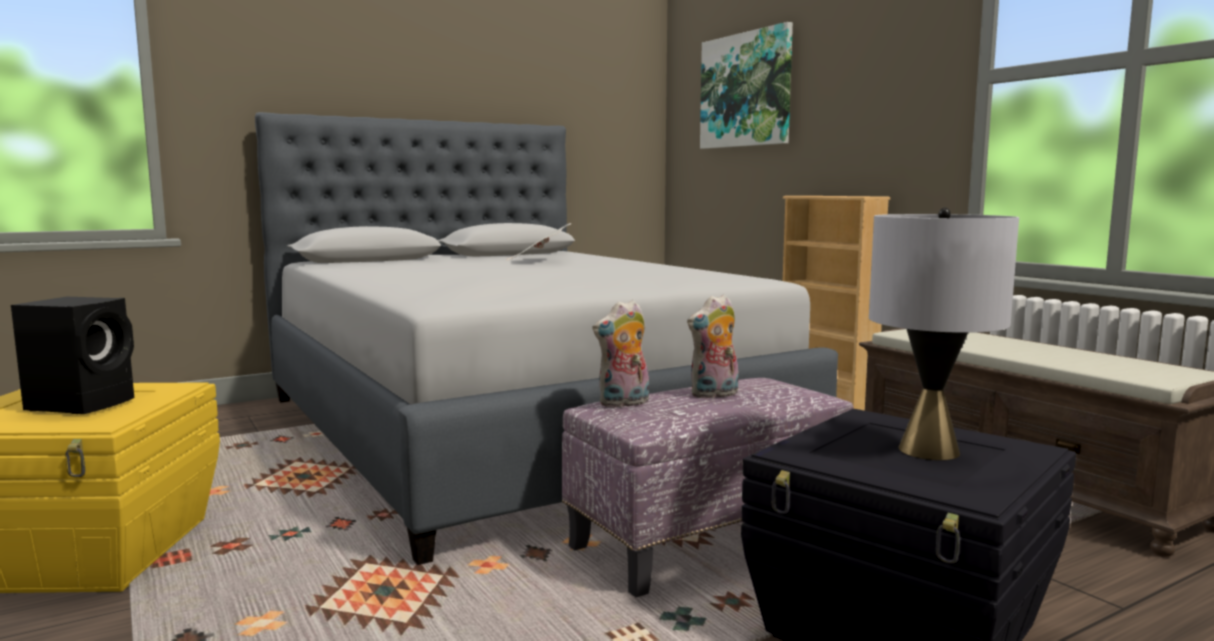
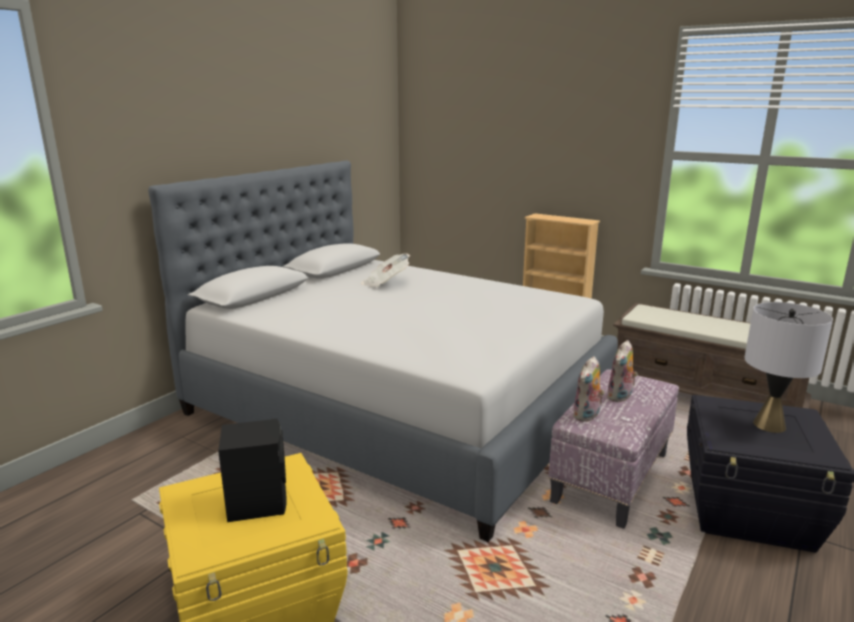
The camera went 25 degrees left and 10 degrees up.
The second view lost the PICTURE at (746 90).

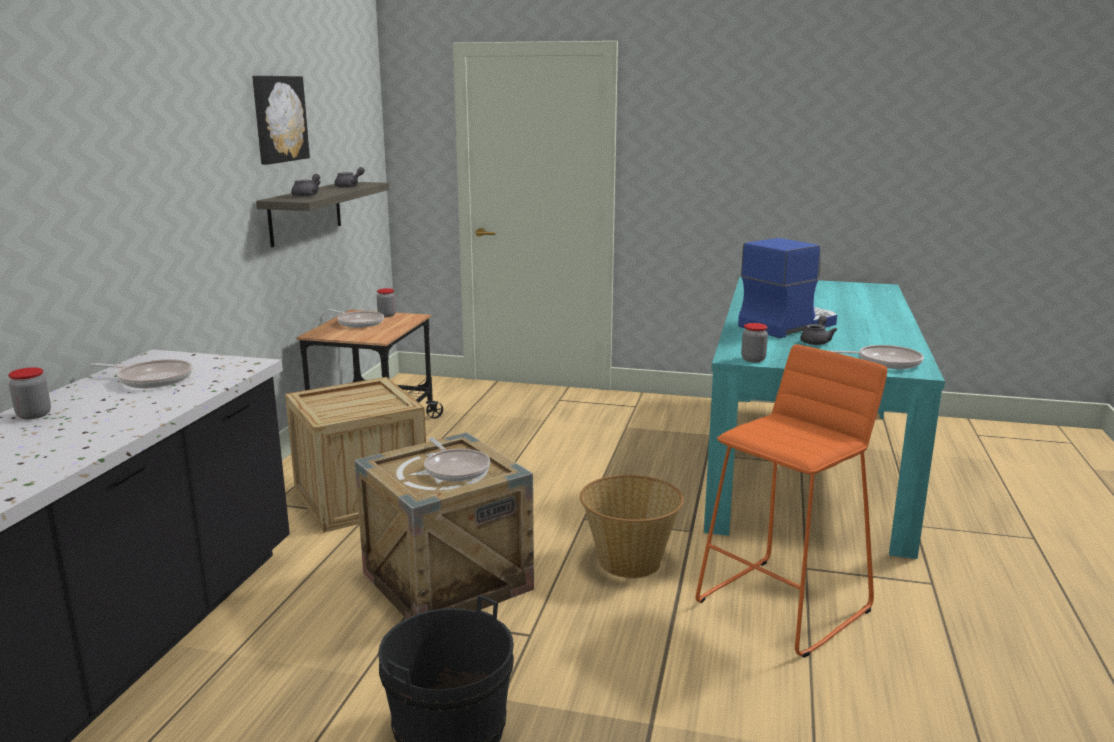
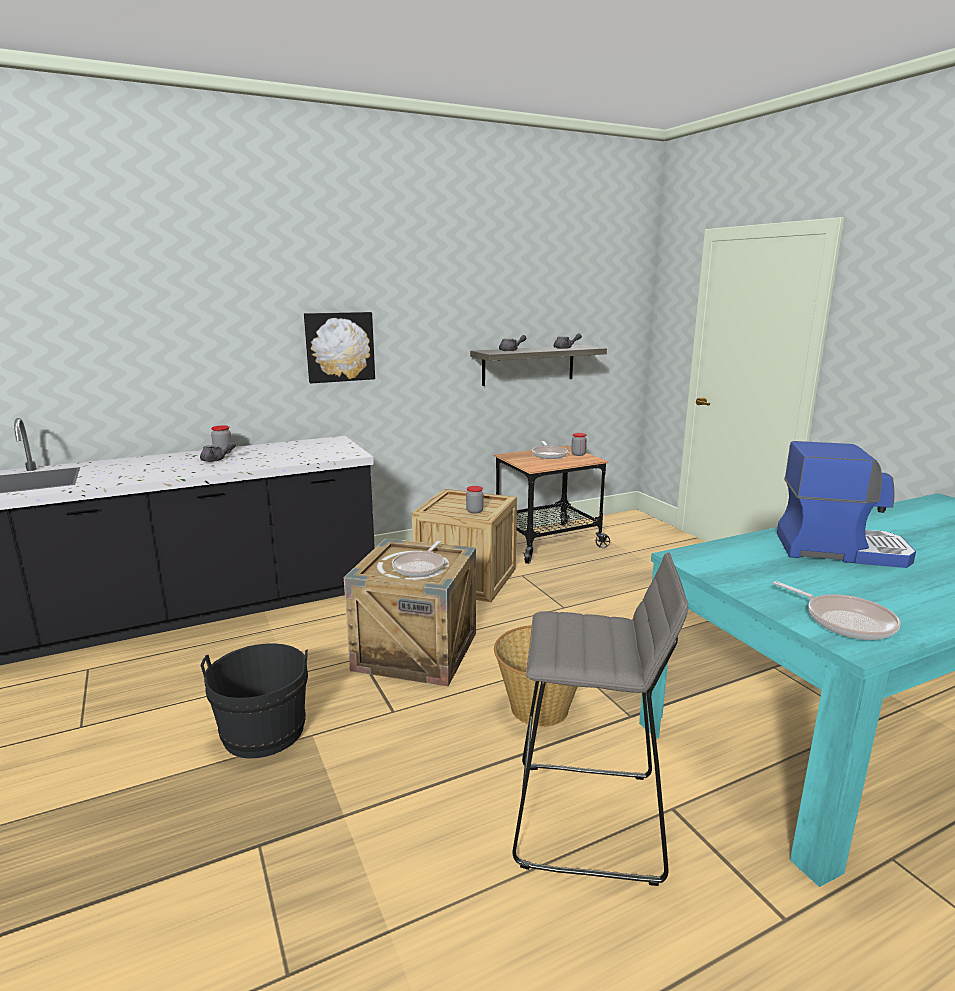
The camera went 50 degrees right and 0 degrees up.
The PICTURE ended up elsewhere, having gone from (278 119) to (339 347).
The GREY TEAPOT ended up elsewhere, having gone from (816 341) to (216 460).
The JAR ended up elsewhere, having gone from (753 359) to (474 511).
What was the ORANGE STOOL at (784 606) turned into the GREY STOOL at (588 820).
The second view lost the FRYING PAN at (152 379).

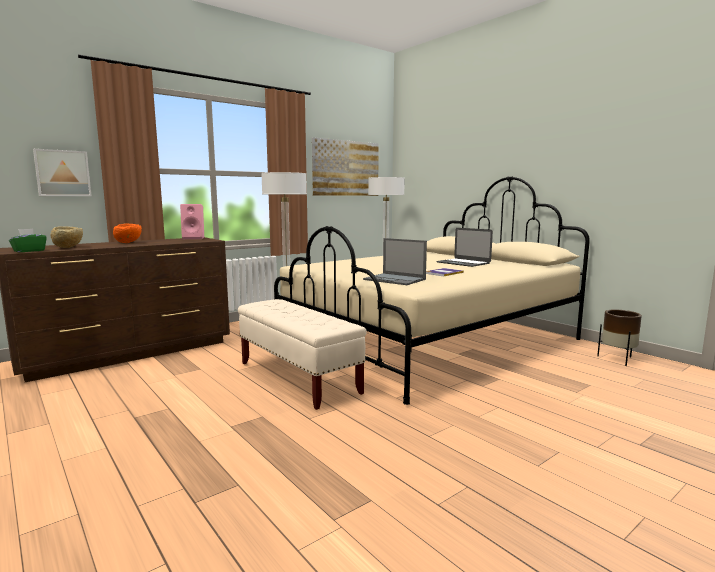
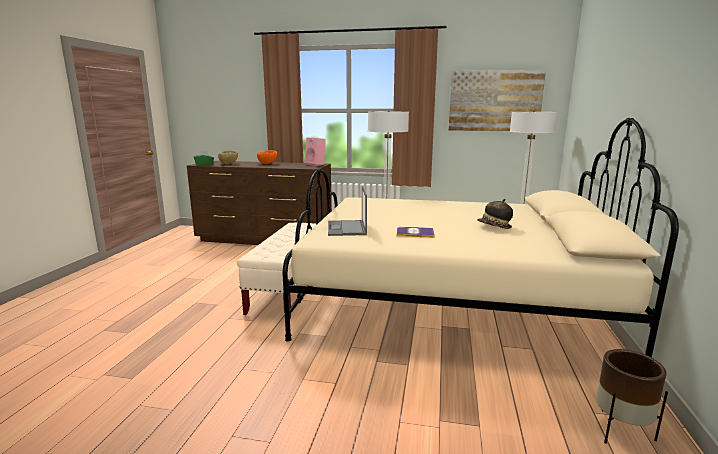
The camera went 50 degrees right and 5 degrees up.
The second view lost the PICTURE at (62 173).
Where the LAPTOP stood at (463 263), the HAT came to stand at (494 227).

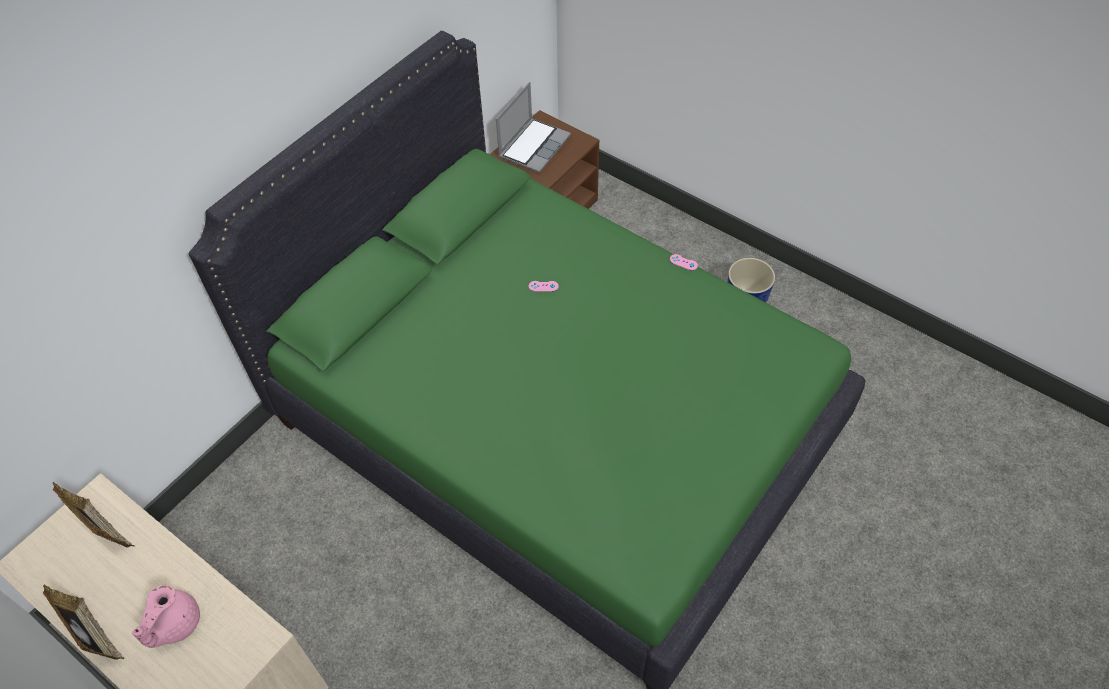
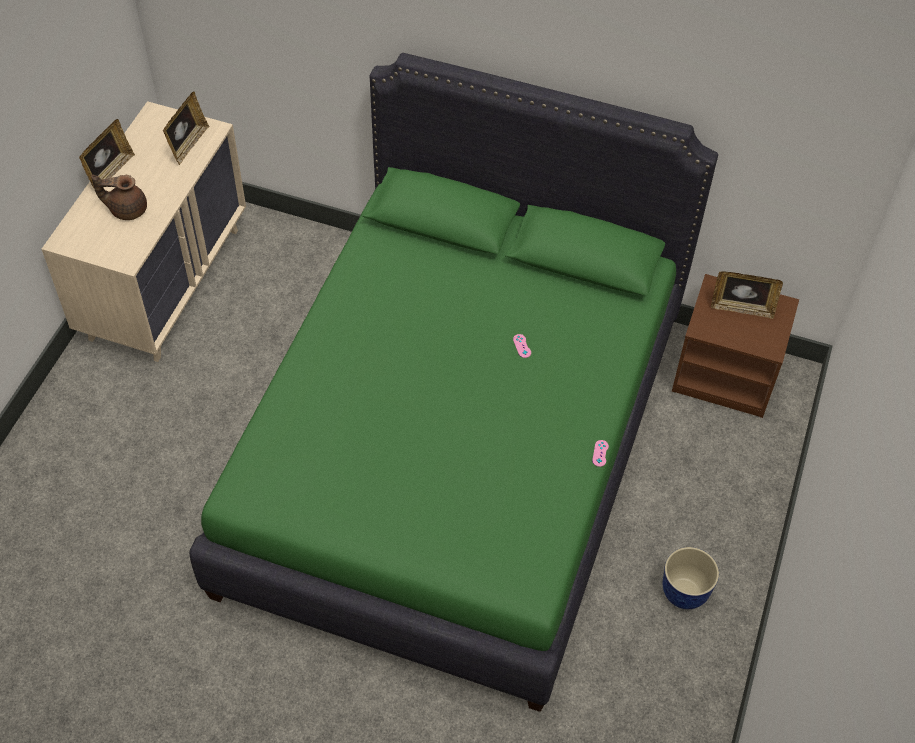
The camera went 70 degrees right and 0 degrees up.
Where the LAPTOP stood at (534 146), the PICTURE FRAME came to stand at (742 308).
What was the PINK TEAPOT at (175 624) turned into the BROWN TEAPOT at (127 209).

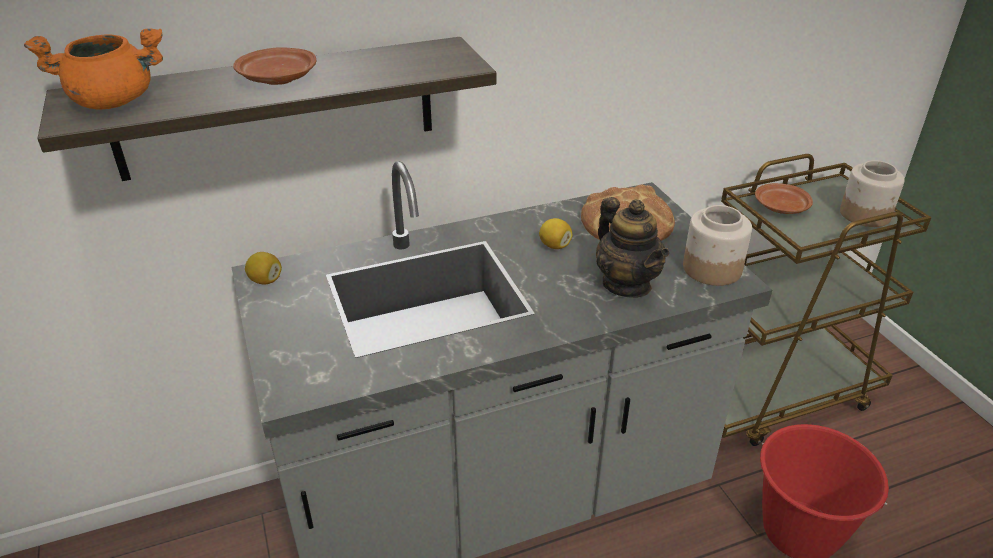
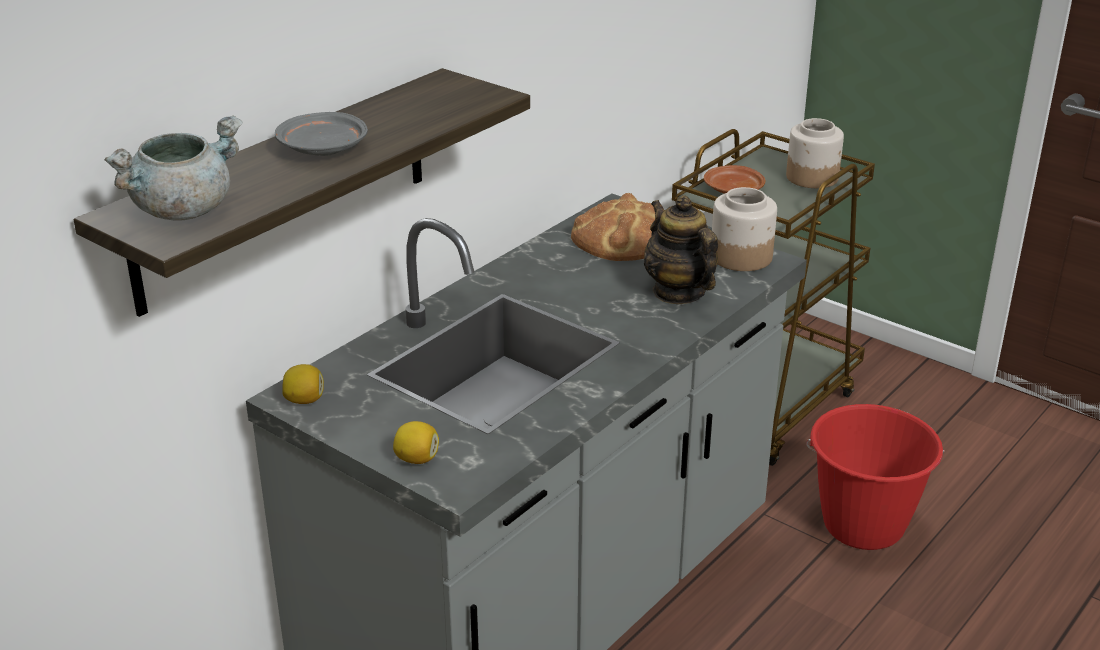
The camera went 30 degrees left and 5 degrees down.
What was the ORANGE COOKING POT at (114 101) turned into the GREY COOKING POT at (183 210).
What was the BROWN PLATE at (277 78) turned into the GREY PLATE at (322 149).
The TEAPOT at (627 284) ended up facing another way, 150 degrees counterclockwise from before.
The LEMON ended up elsewhere, having gone from (554 245) to (417 459).

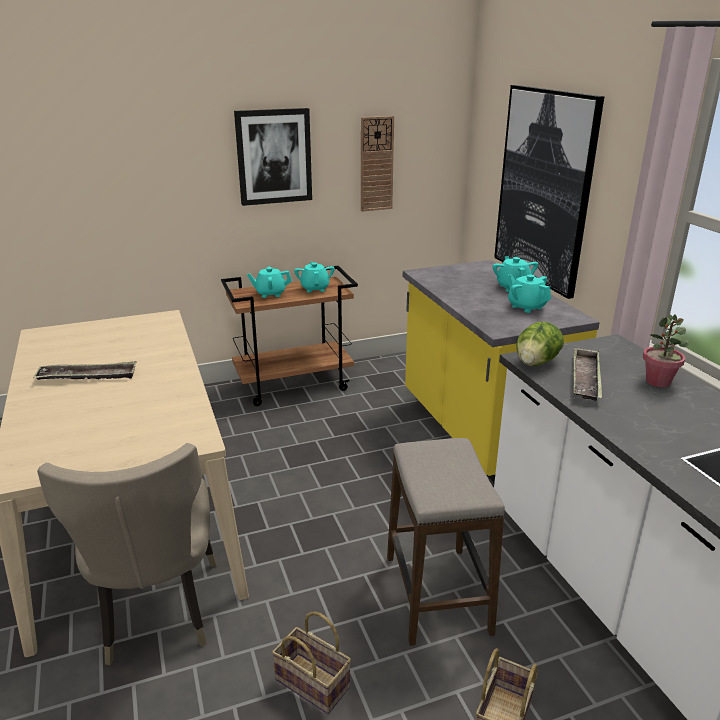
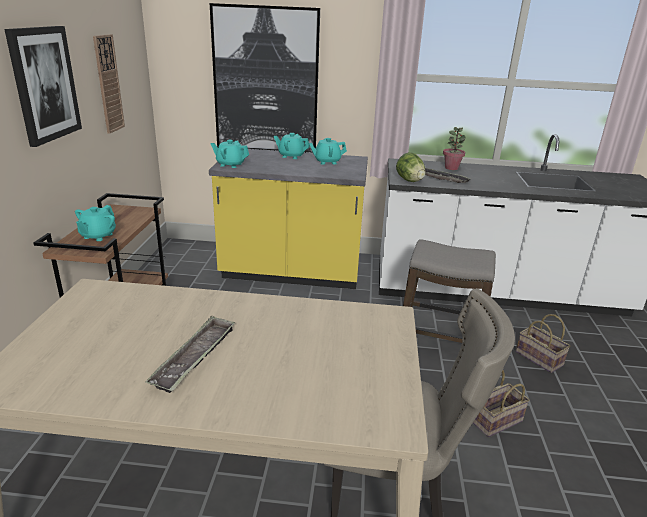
The camera went 65 degrees left and 0 degrees up.
The TURQUOISE TEAPOT ended up elsewhere, having gone from (315 288) to (230 164).

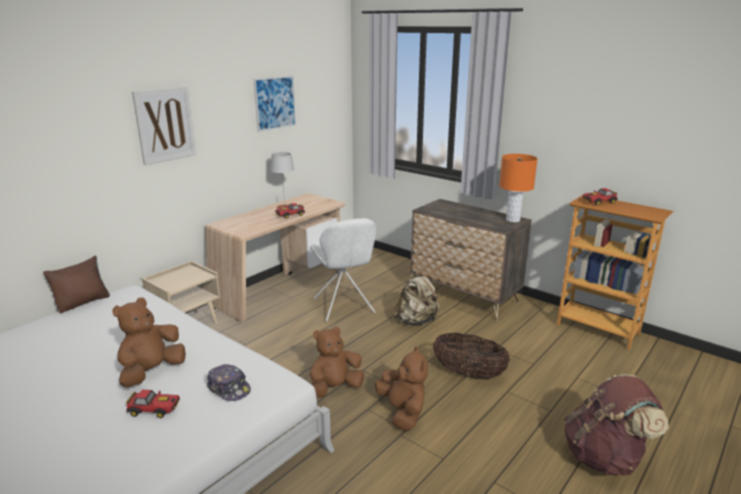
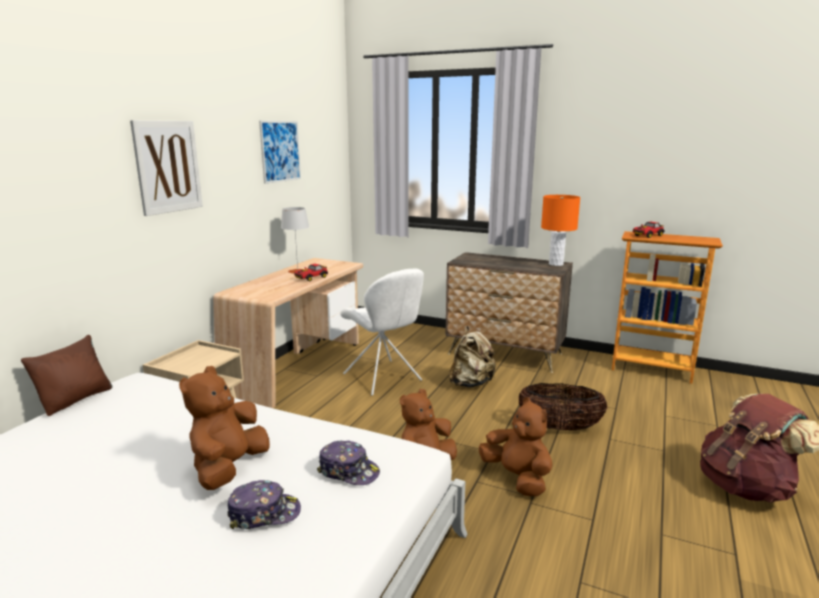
The camera went 15 degrees left and 5 degrees down.
Where the TOY CAR stood at (154 410), the CAP came to stand at (264 514).

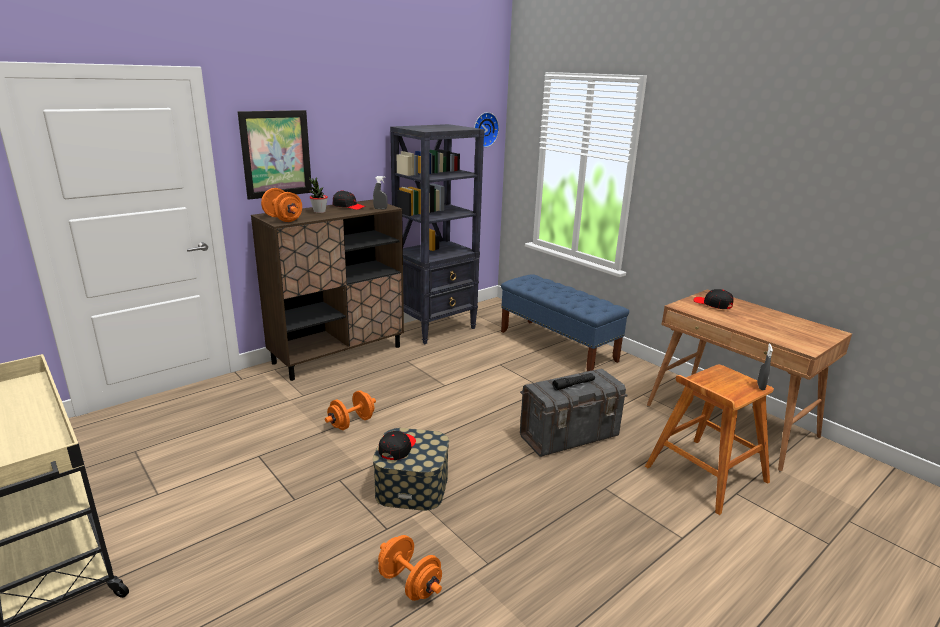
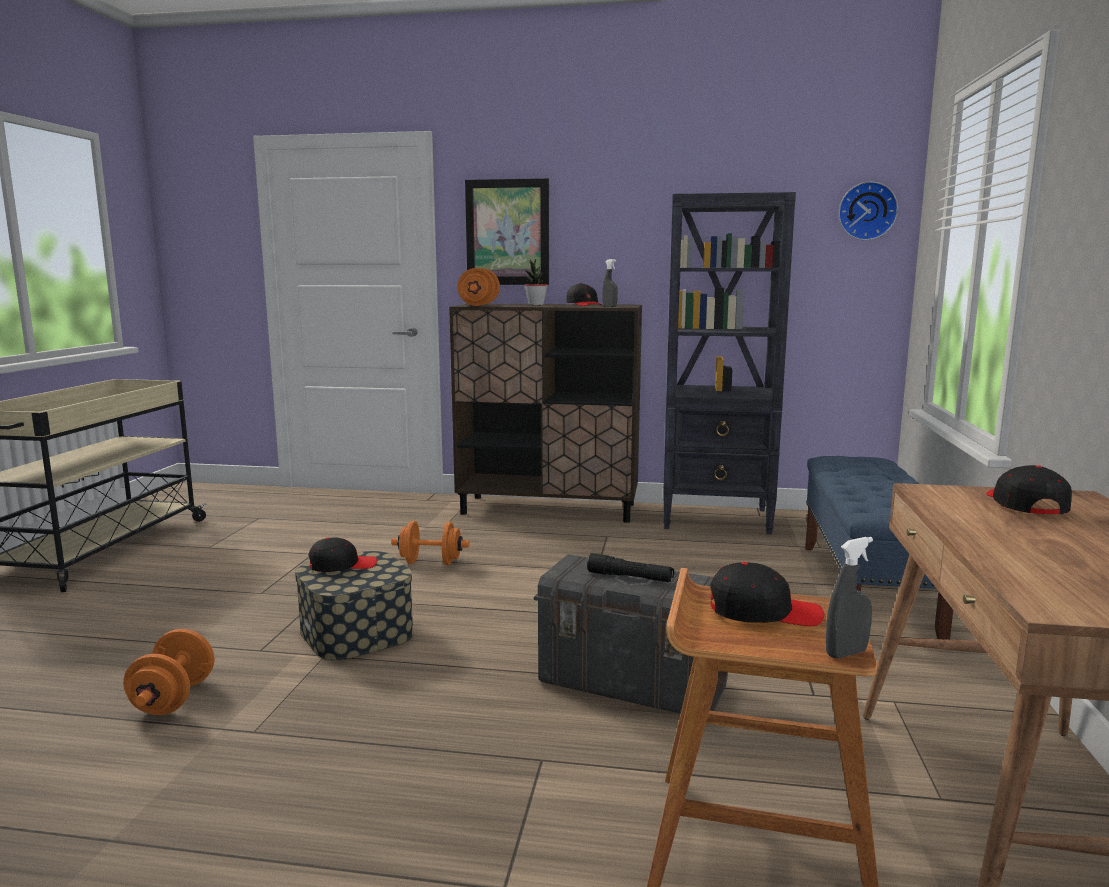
The camera went 50 degrees right and 10 degrees down.
The second view gained the BLACK CAP at (763 612).

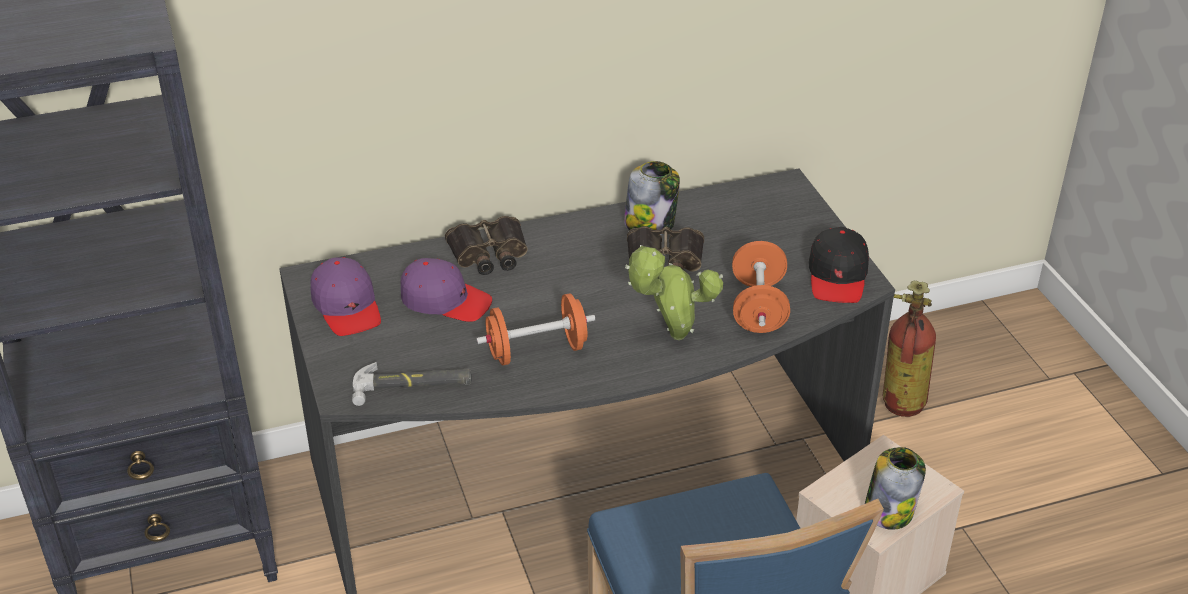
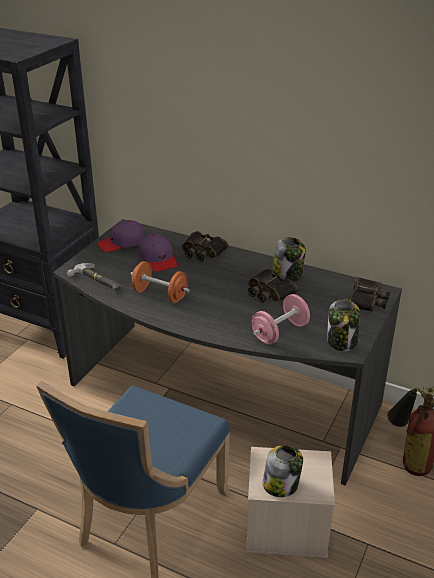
The camera went 45 degrees right and 5 degrees down.
Where the BLACK CAP stood at (838 276), the JAR came to stand at (342 341).
What was the ORANGE DUMBBELL at (758 308) turned into the PINK DUMBBELL at (280 332).
The second view lost the POTTED PLANT at (672 336).
The PURPLE CAP at (347 307) ended up facing another way, 45 degrees clockwise from before.
The second view gained the BINOCULARS at (367 300).

